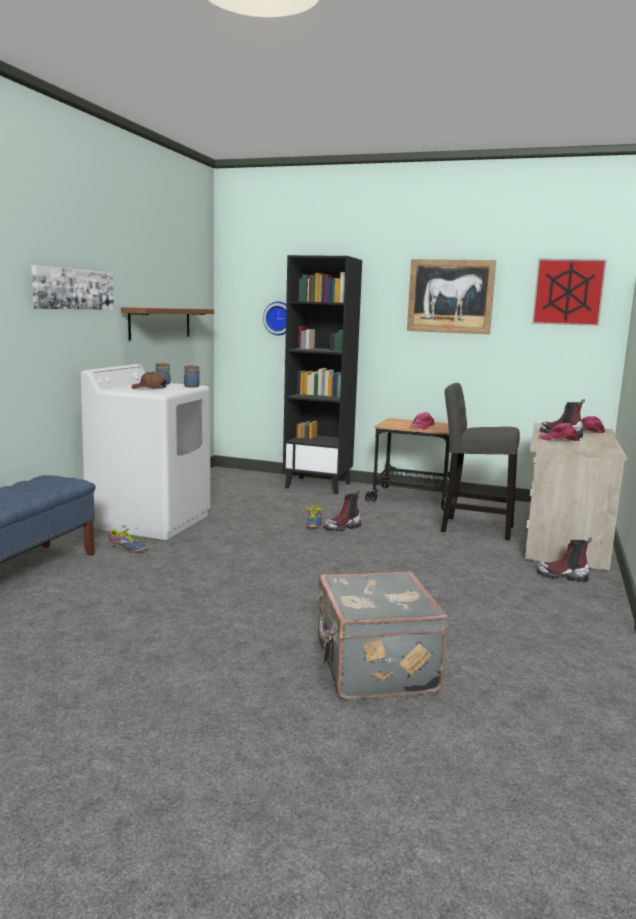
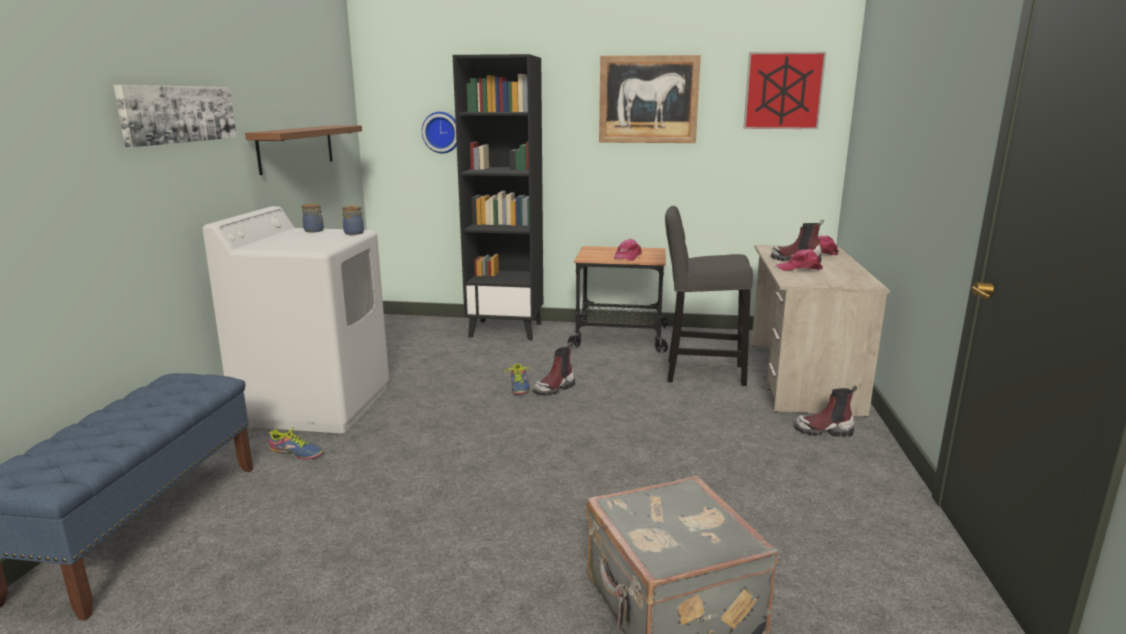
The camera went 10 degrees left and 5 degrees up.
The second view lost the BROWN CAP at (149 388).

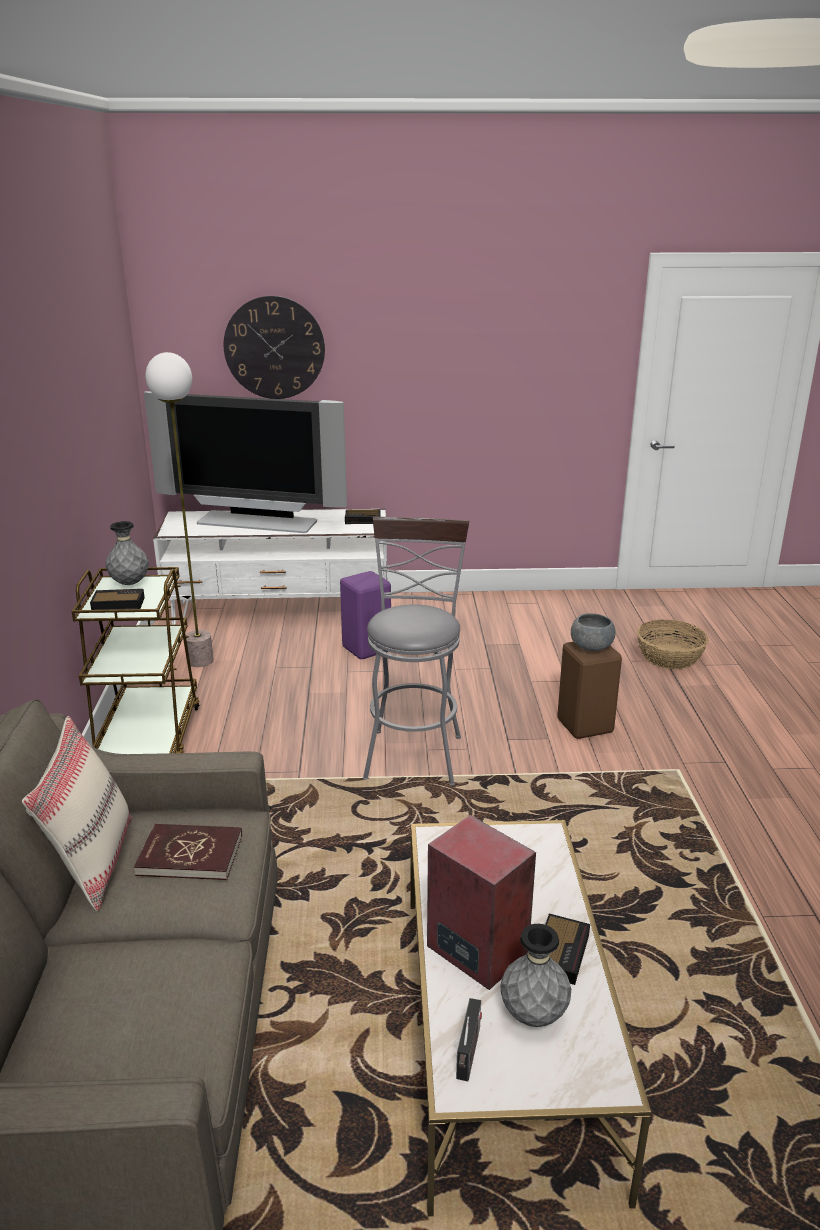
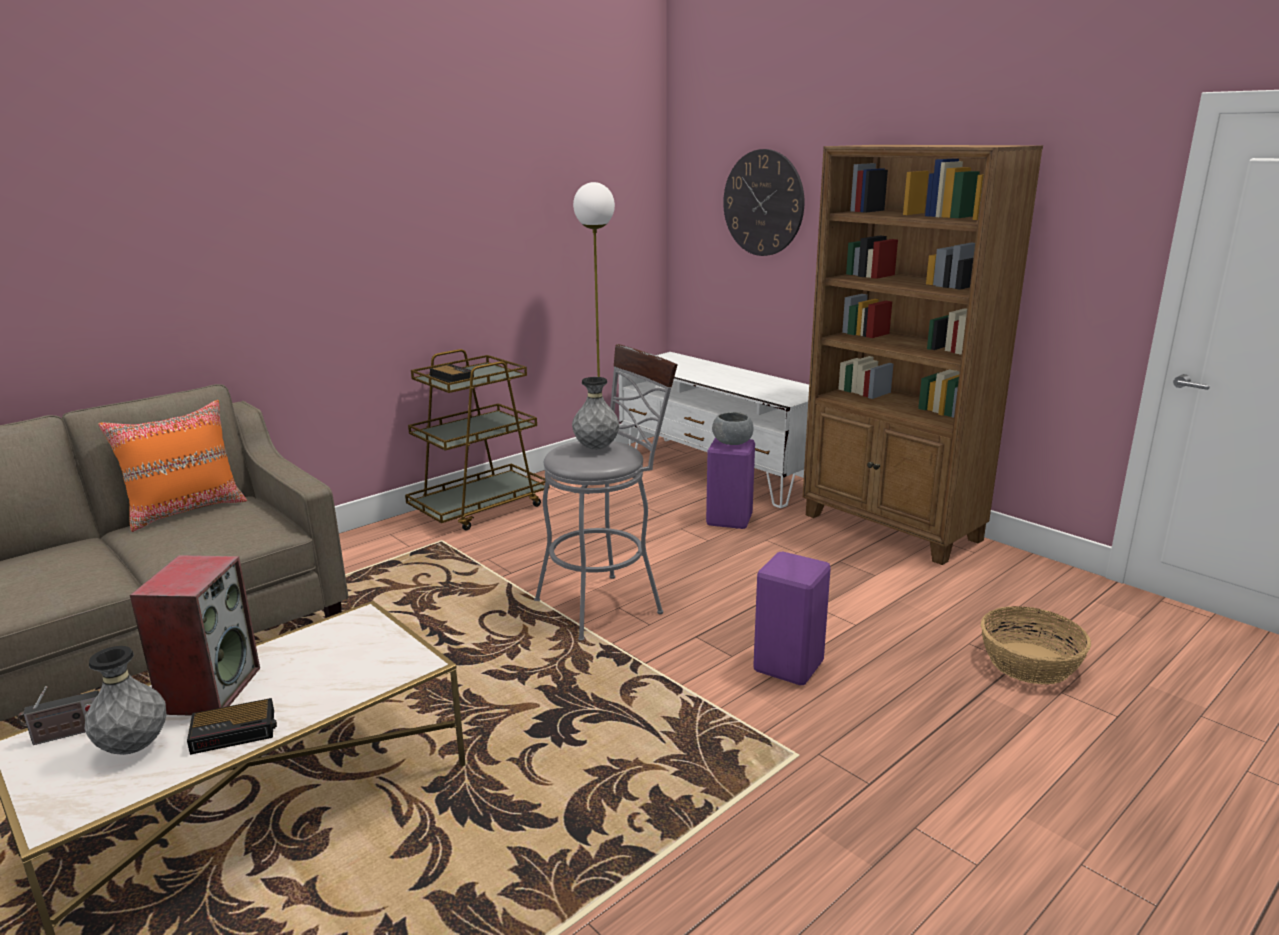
The camera went 50 degrees right and 5 degrees down.
The second view lost the TELEVISION at (256 523).
The second view lost the ALARM CLOCK at (363 520).
The GREY VASE ended up elsewhere, having gone from (130 583) to (596 448).
The GREY BOWL ended up elsewhere, having gone from (591 647) to (732 443).
What was the BROWN STOOL at (584 726) turned into the PURPLE STOOL at (786 667).
What was the BEIGE PILLOW at (92 862) turned into the ORANGE PILLOW at (186 511).
The second view lost the RED BOOK at (190 855).
The second view gained the BROWN BOOKCASE at (891 528).

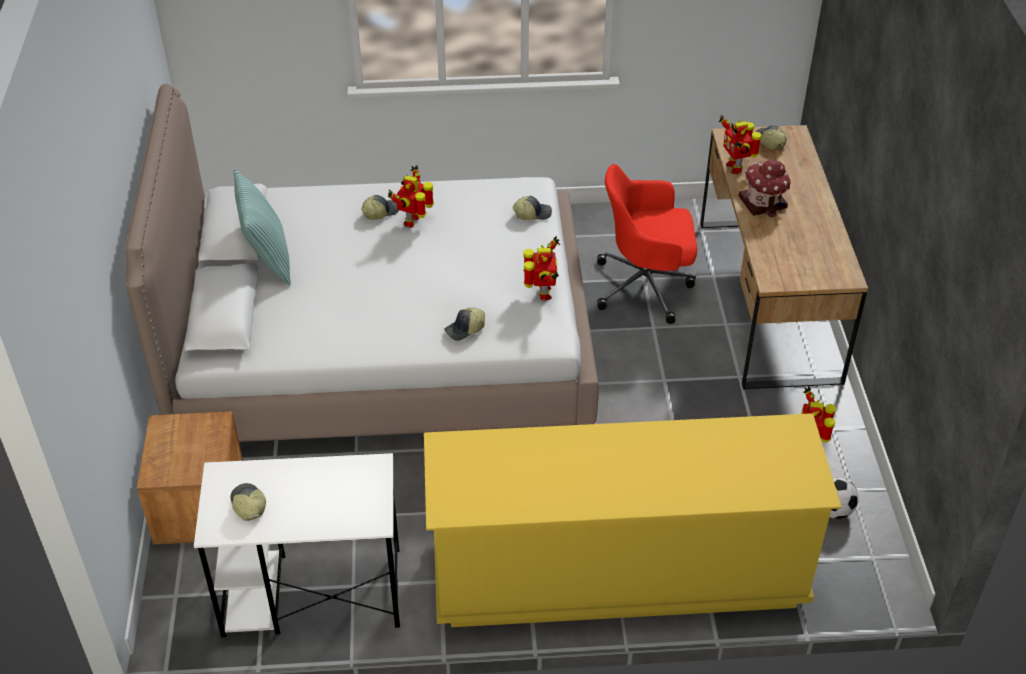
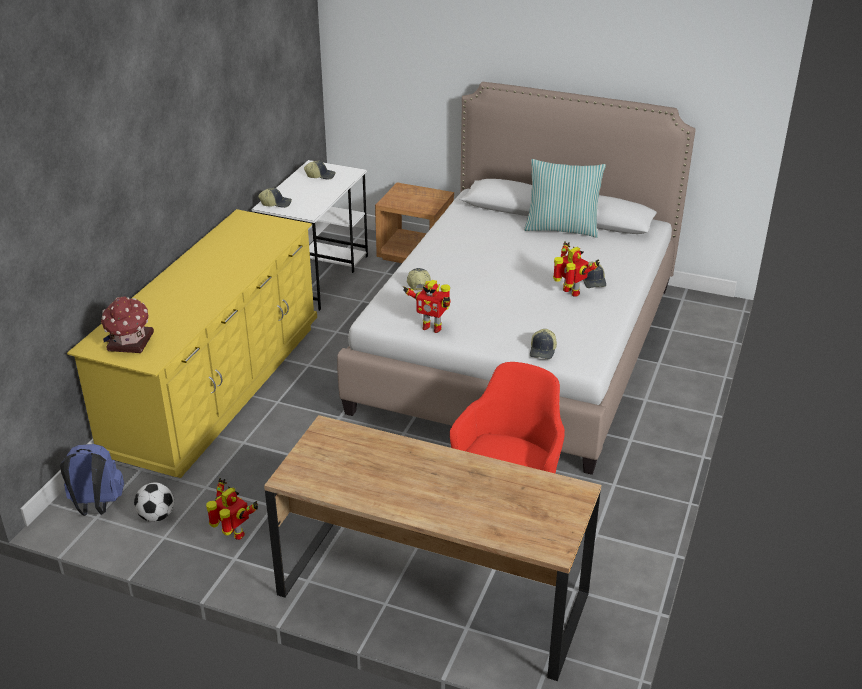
The camera went 115 degrees right and 10 degrees down.
The second view lost the TOY ROBOT at (735 167).
The CAP ended up elsewhere, having gone from (769 141) to (276 203).
The TOY HOUSE ended up elsewhere, having gone from (763 202) to (130 342).
The second view gained the BLUE BACKPACK at (96 505).

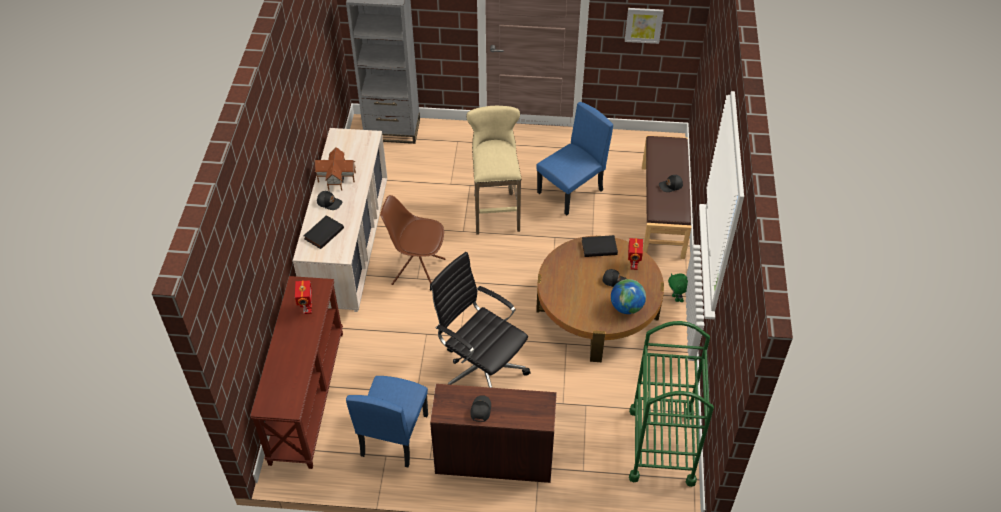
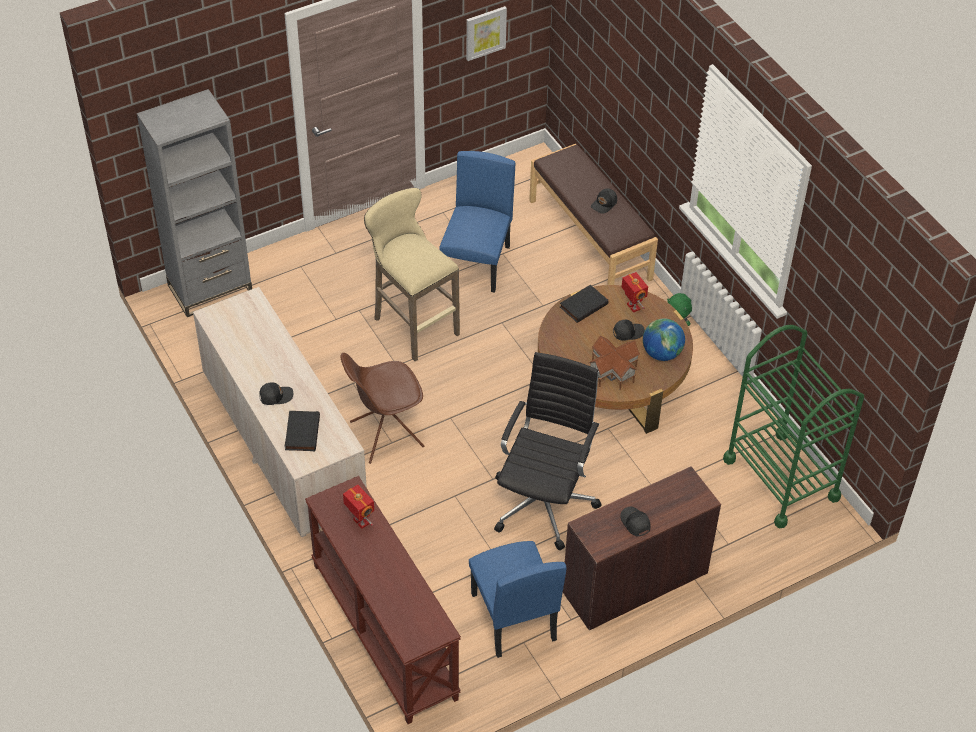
The camera went 35 degrees left and 0 degrees up.
The TOY HOUSE ended up elsewhere, having gone from (336 178) to (612 372).
The BLACK OFFICE CHAIR at (481 369) ended up facing another way, 105 degrees clockwise from before.

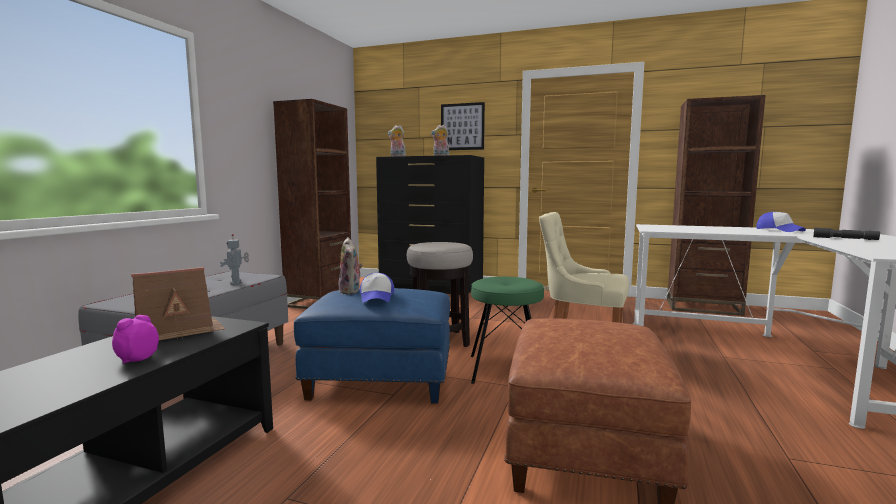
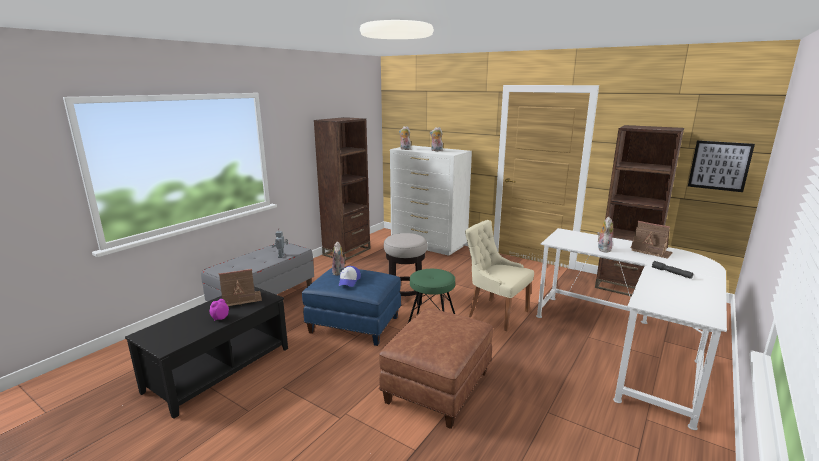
The camera went 15 degrees right and 10 degrees up.
The PICTURE ended up elsewhere, having gone from (462 126) to (719 165).
What was the BLACK DRESSER at (432 287) turned into the WHITE DRESSER at (429 245).
Where the CAP stood at (779 230), the TOY HOUSE came to stand at (651 251).
The second view gained the PLUSH TOY at (603 249).

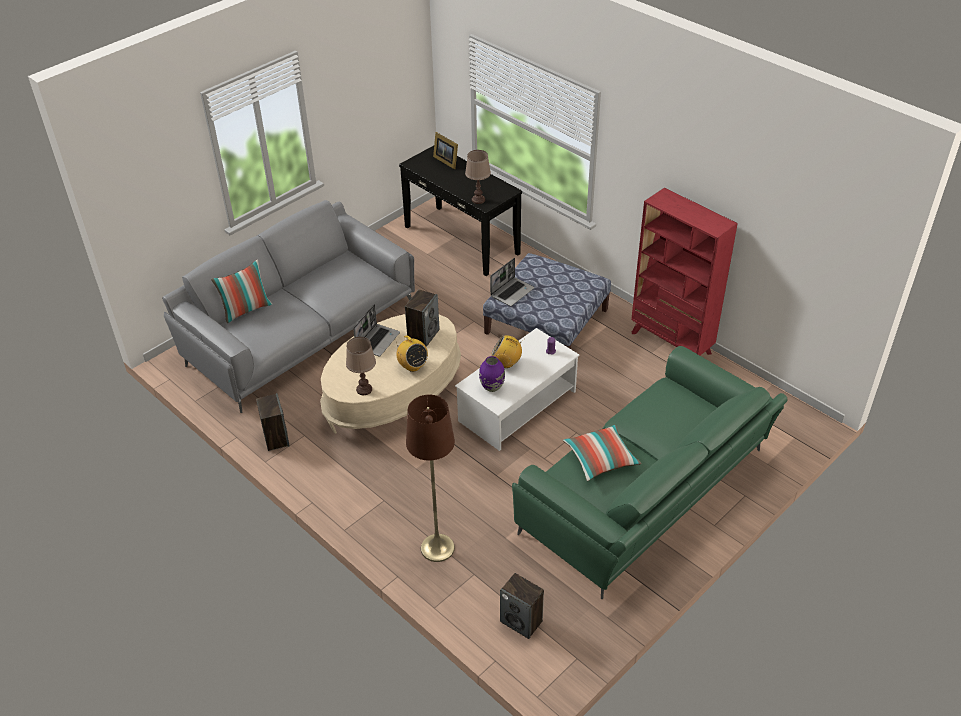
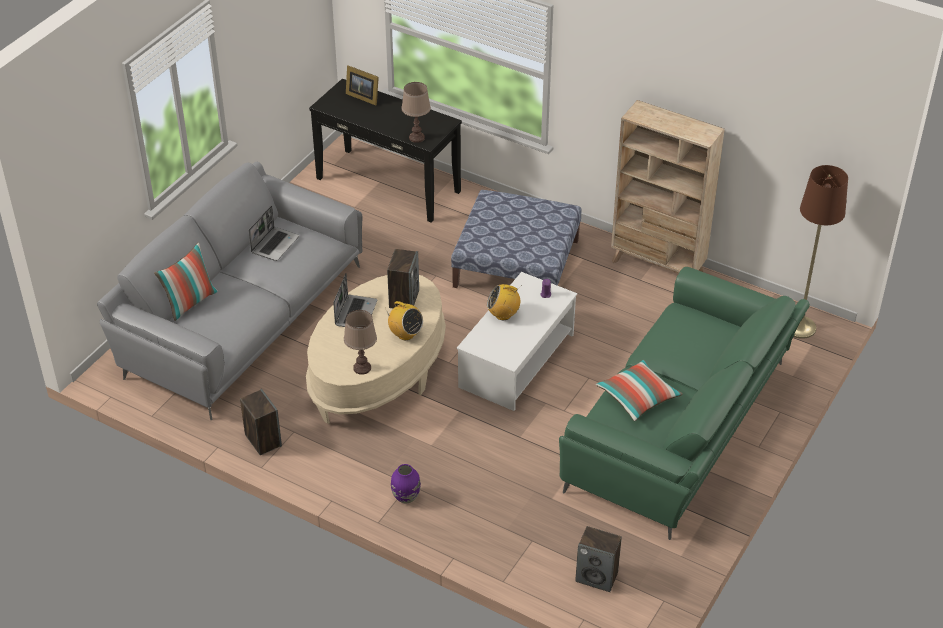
The camera went 15 degrees left and 0 degrees up.
What was the RED BOOKCASE at (671 343) turned into the BEIGE BOOKCASE at (657 266).
The LAPTOP ended up elsewhere, having gone from (512 292) to (275 244).
The PURPLE VASE ended up elsewhere, having gone from (492 387) to (406 497).
The BROWN FLOOR LAMP ended up elsewhere, having gone from (437 548) to (799 327).

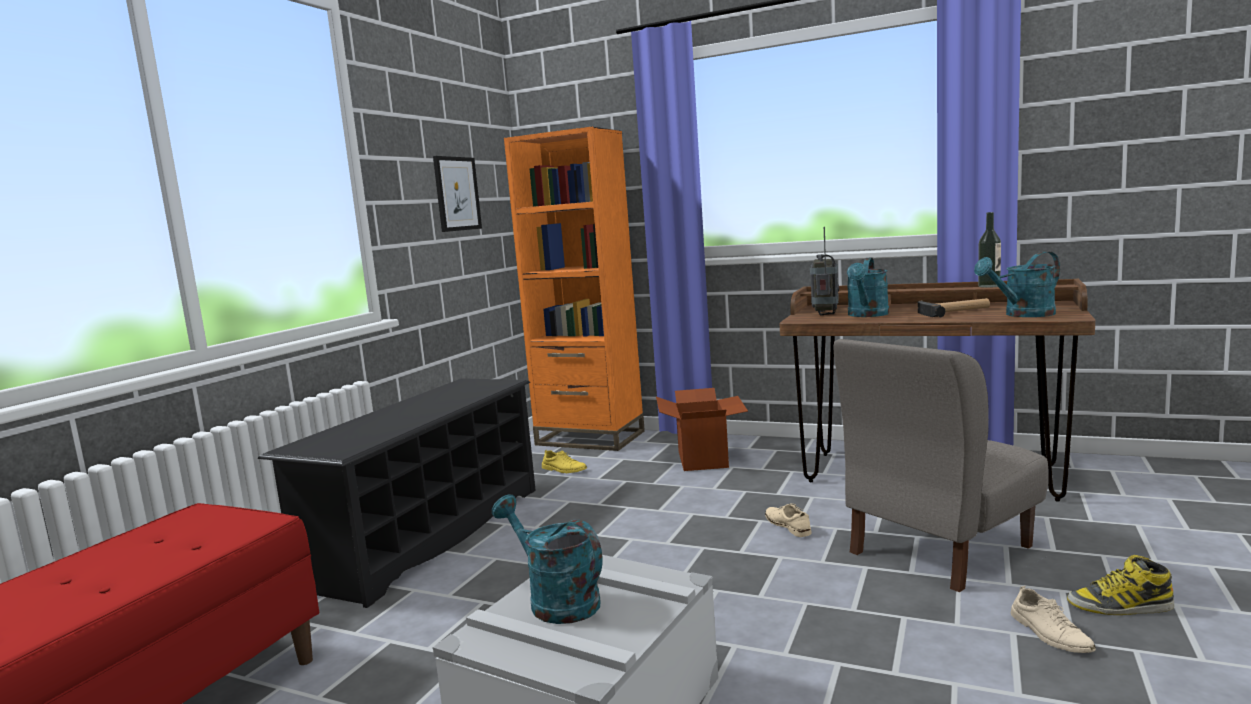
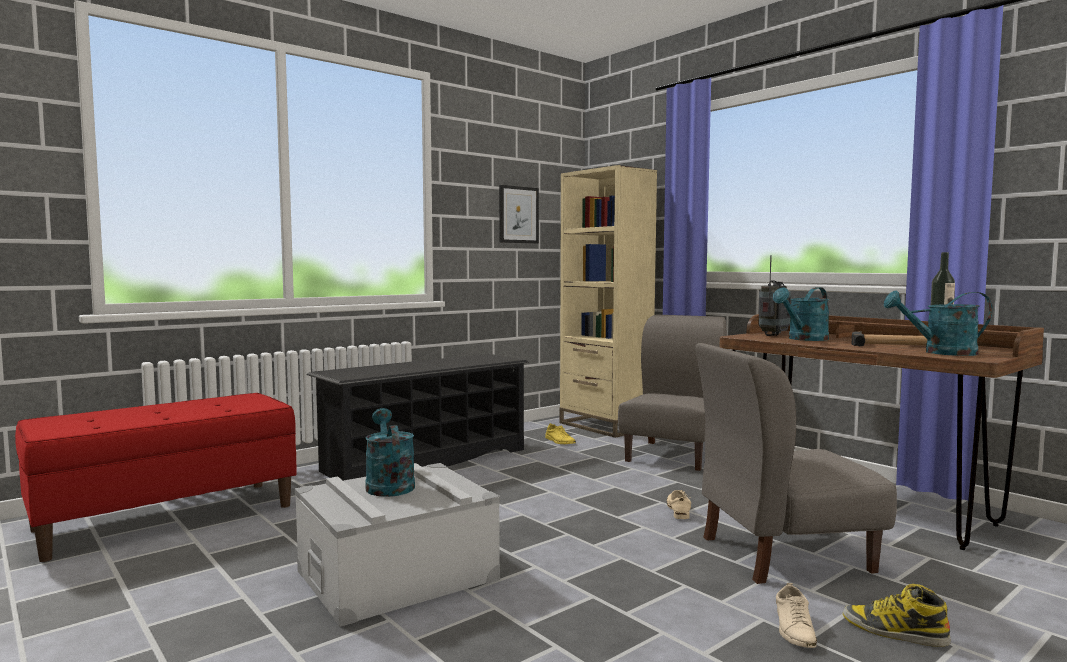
The camera went 25 degrees right and 5 degrees down.
What was the ORANGE BOOKCASE at (590 438) turned into the BEIGE BOOKCASE at (605 426).
Where the CARDBOARD BOX stood at (703 459), the GREY CHAIR came to stand at (674 455).

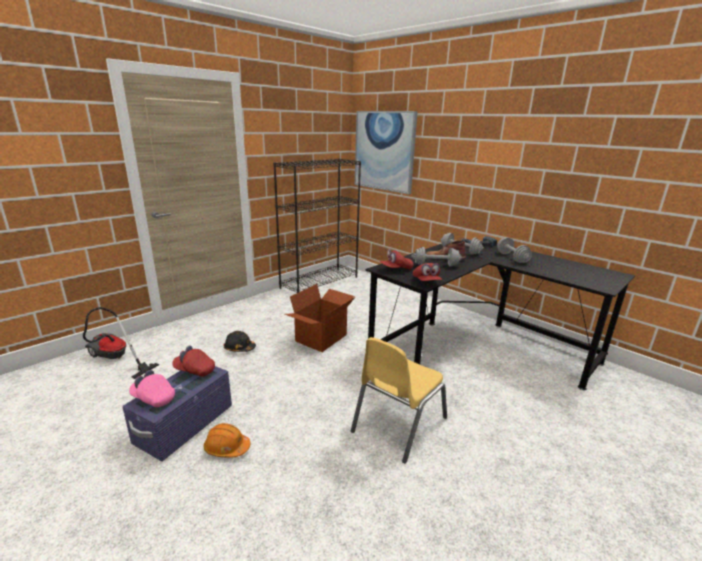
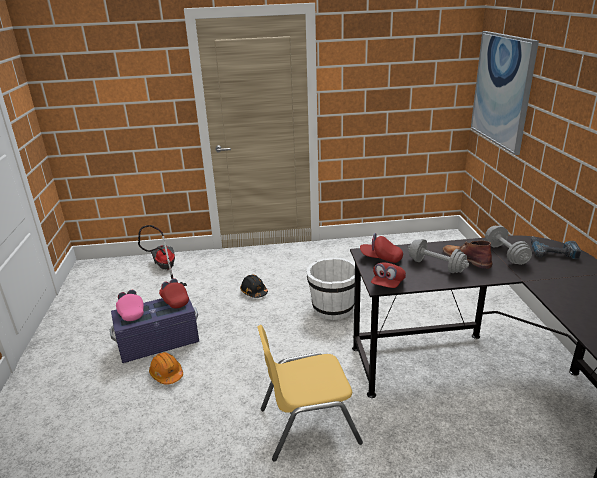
The camera went 40 degrees right and 5 degrees up.
The second view lost the BLACK BOOKCASE at (320 282).
The second view lost the GREY DUMBBELL at (512 258).
Where the CARDBOARD BOX stood at (322 338), the WHITE BUCKET came to stand at (333 308).

